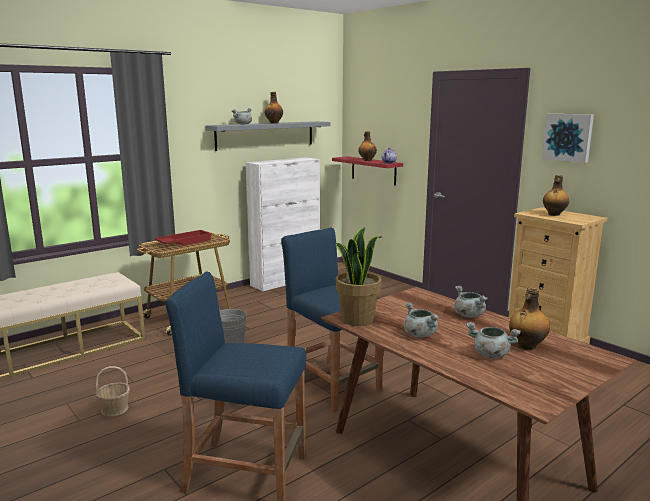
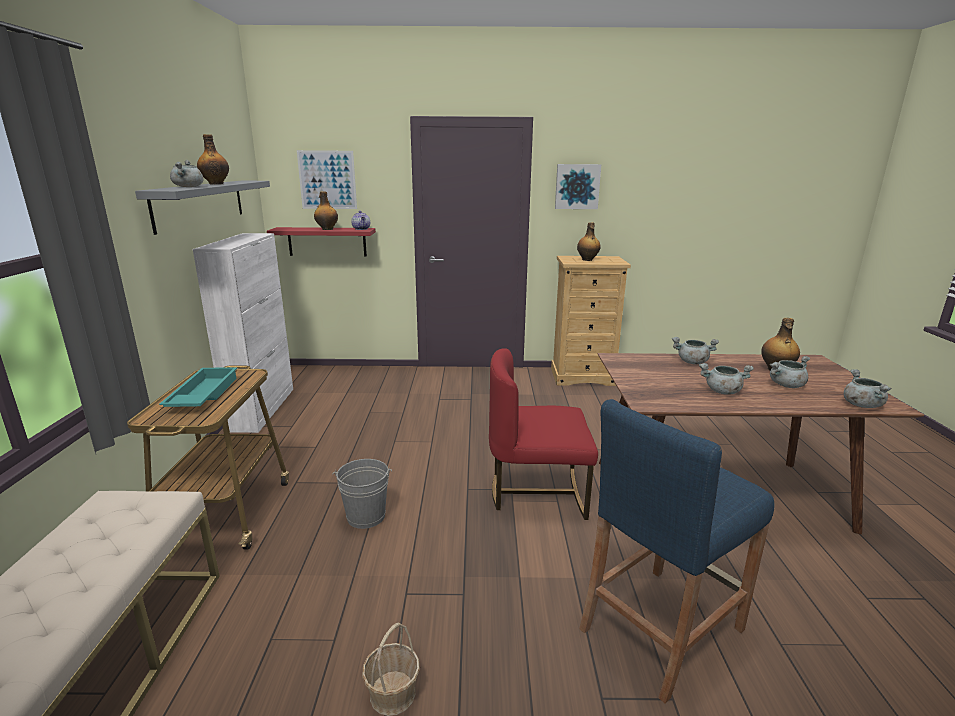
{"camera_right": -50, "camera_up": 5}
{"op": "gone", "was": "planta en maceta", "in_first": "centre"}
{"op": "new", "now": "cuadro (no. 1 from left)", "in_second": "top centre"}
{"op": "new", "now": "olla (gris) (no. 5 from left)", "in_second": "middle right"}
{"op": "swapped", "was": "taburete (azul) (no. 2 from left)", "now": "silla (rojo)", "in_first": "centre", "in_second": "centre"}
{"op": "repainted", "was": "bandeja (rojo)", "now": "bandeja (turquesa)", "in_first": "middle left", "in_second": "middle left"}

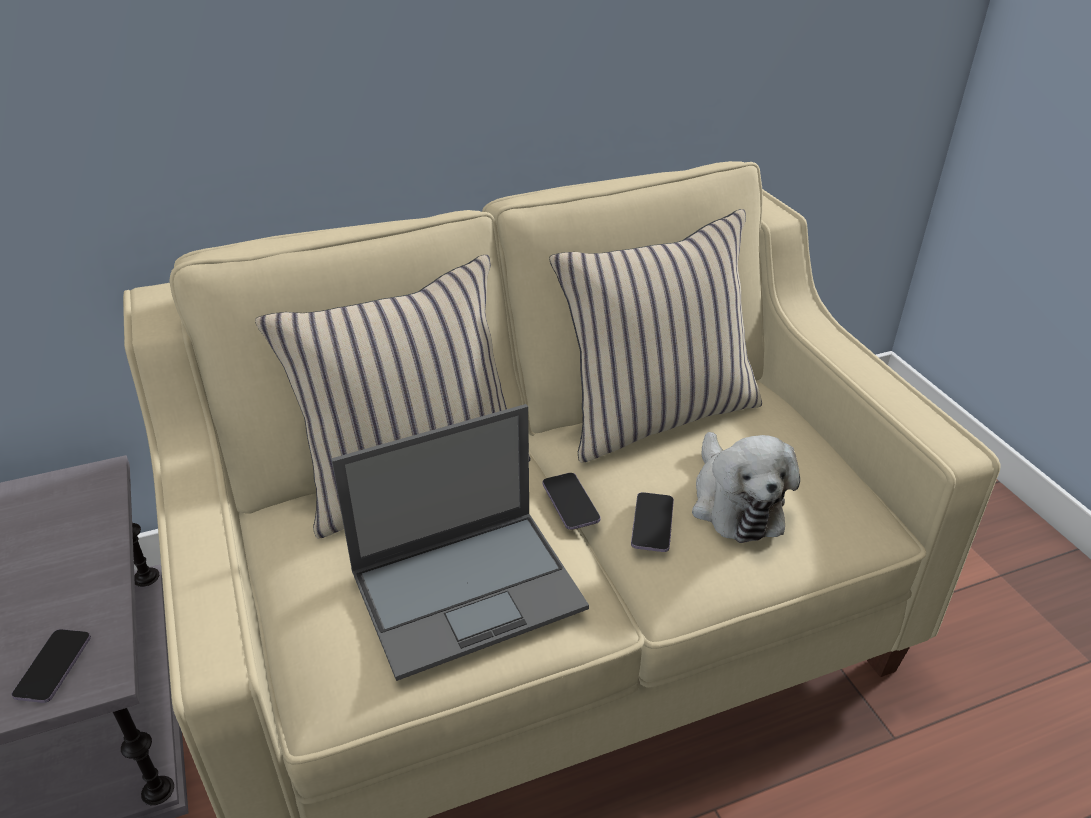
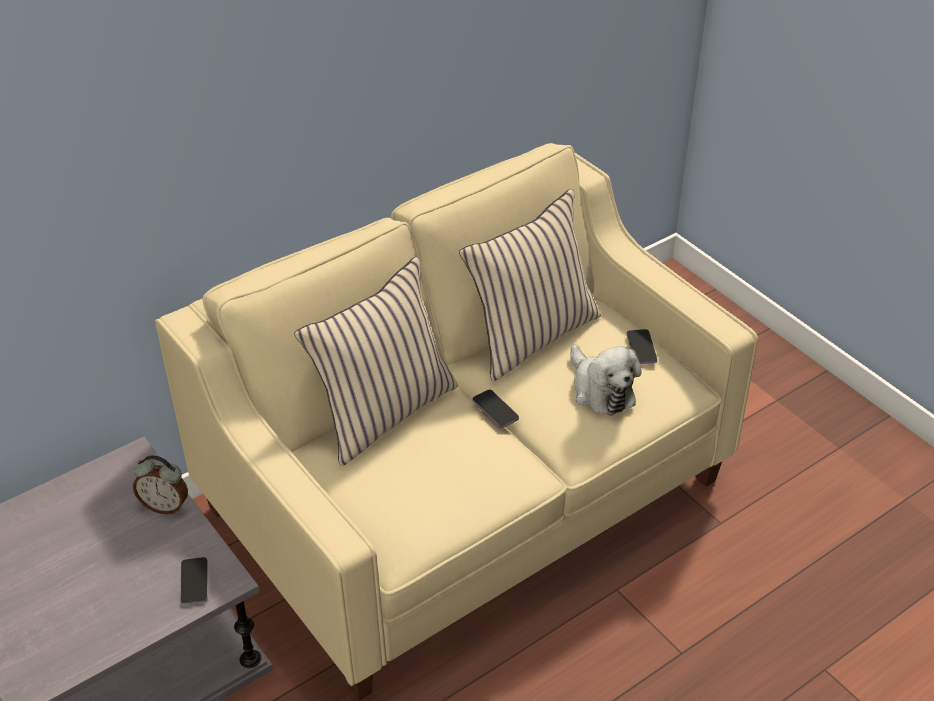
{"camera_right": -15, "camera_up": 5}
{"op": "gone", "was": "portátil", "in_first": "centre"}
{"op": "new", "now": "despertador", "in_second": "bottom left"}
{"op": "shifted", "was": "móvil (no. 3 from left)", "in_first": "centre", "in_second": "middle right"}

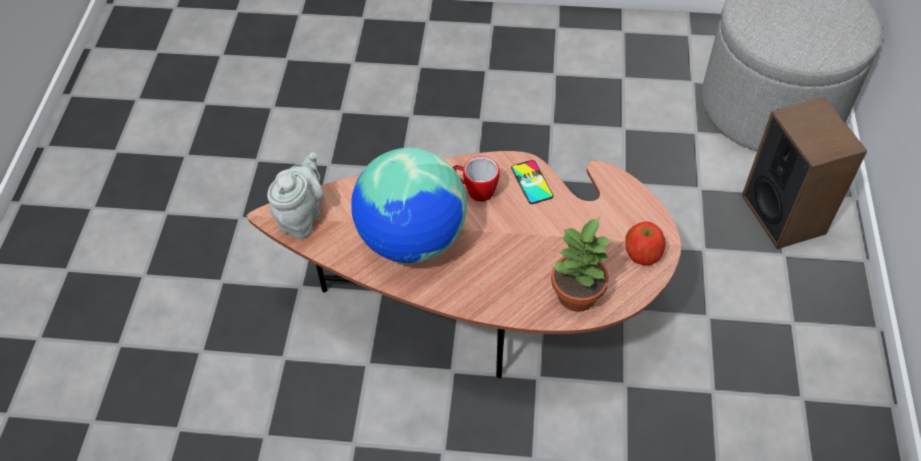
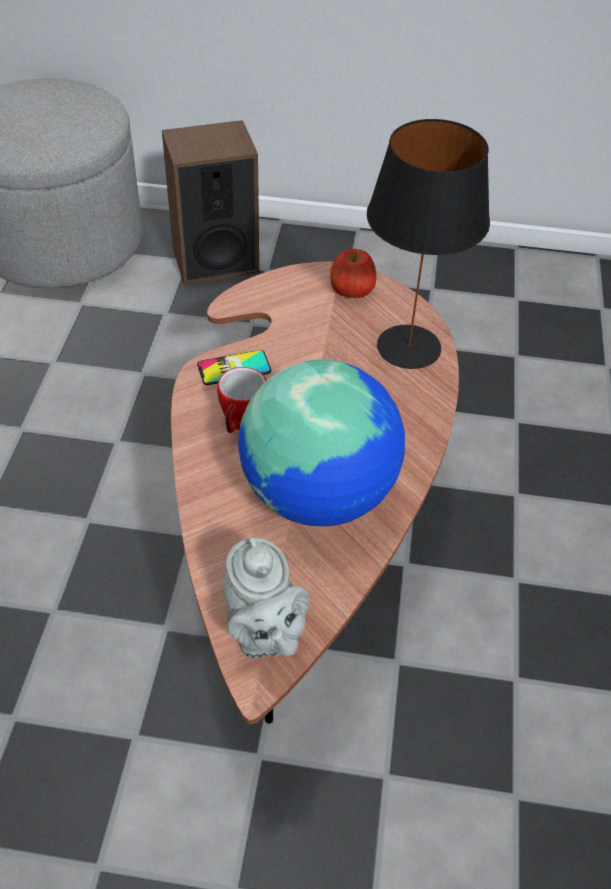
{"camera_right": -90, "camera_up": -5}
{"op": "swapped", "was": "planta en maceta", "now": "lámpara de mesa (negro)", "in_first": "centre", "in_second": "top right"}
{"op": "rotated", "was": "tetera (gris)", "in_first": "middle left", "in_second": "bottom centre", "clockwise": -135}

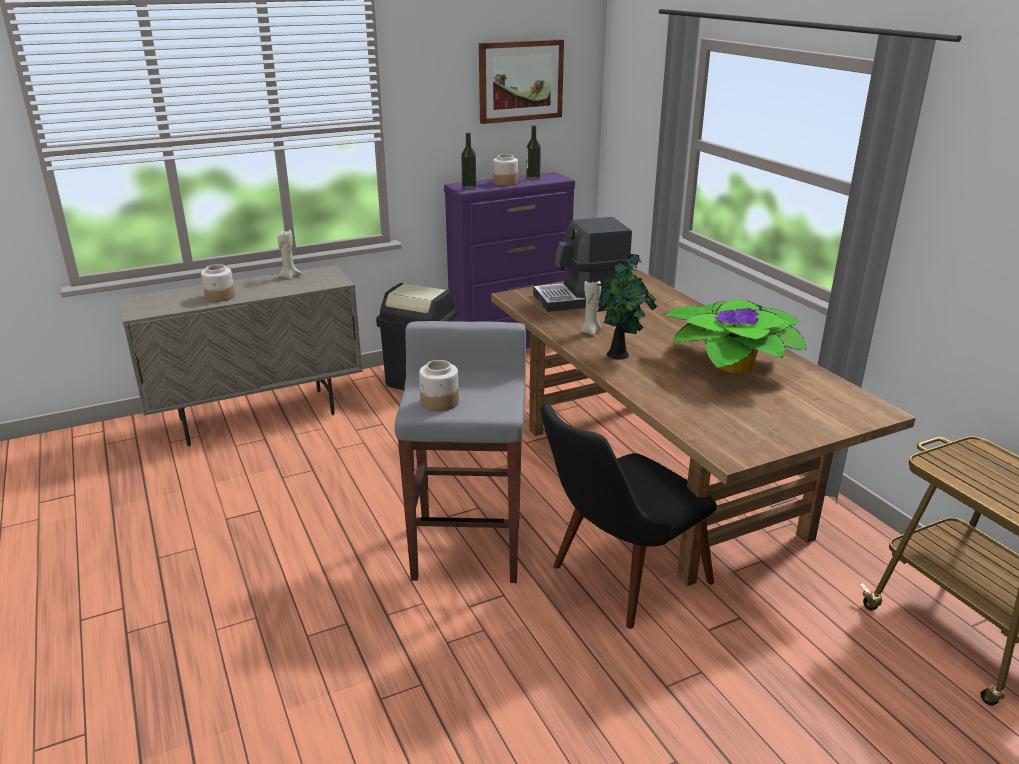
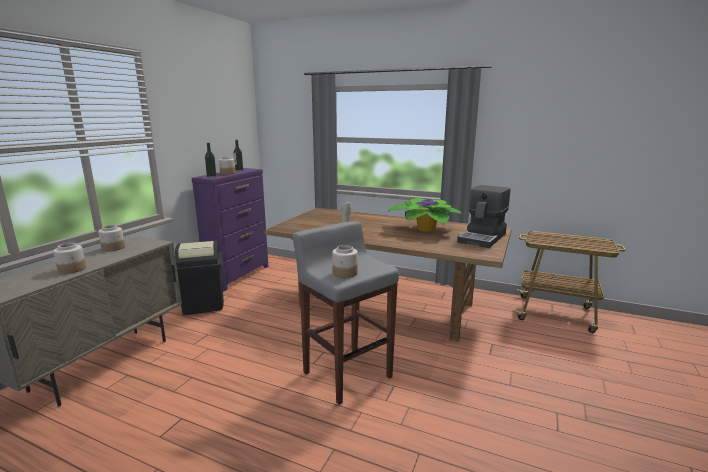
{"camera_right": -40, "camera_up": -10}
{"op": "gone", "was": "cuadro", "in_first": "top centre"}
{"op": "gone", "was": "silla (negro)", "in_first": "bottom centre"}
{"op": "gone", "was": "planta en maceta (no. 1 from left)", "in_first": "centre"}
{"op": "shifted", "was": "cafetera", "in_first": "centre", "in_second": "middle right"}
{"op": "swapped", "was": "vela (beis) (no. 1 from left)", "now": "tarro (no. 2 from left)", "in_first": "top left", "in_second": "middle left"}

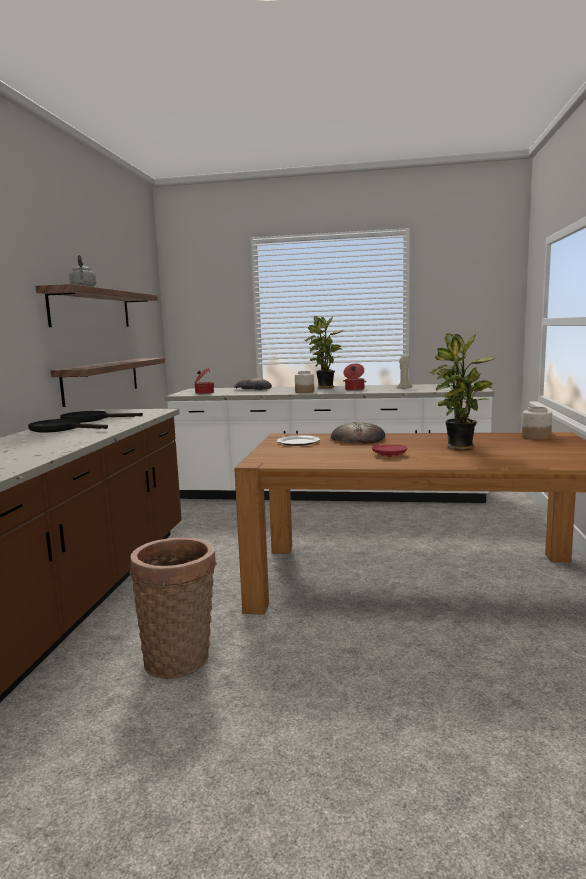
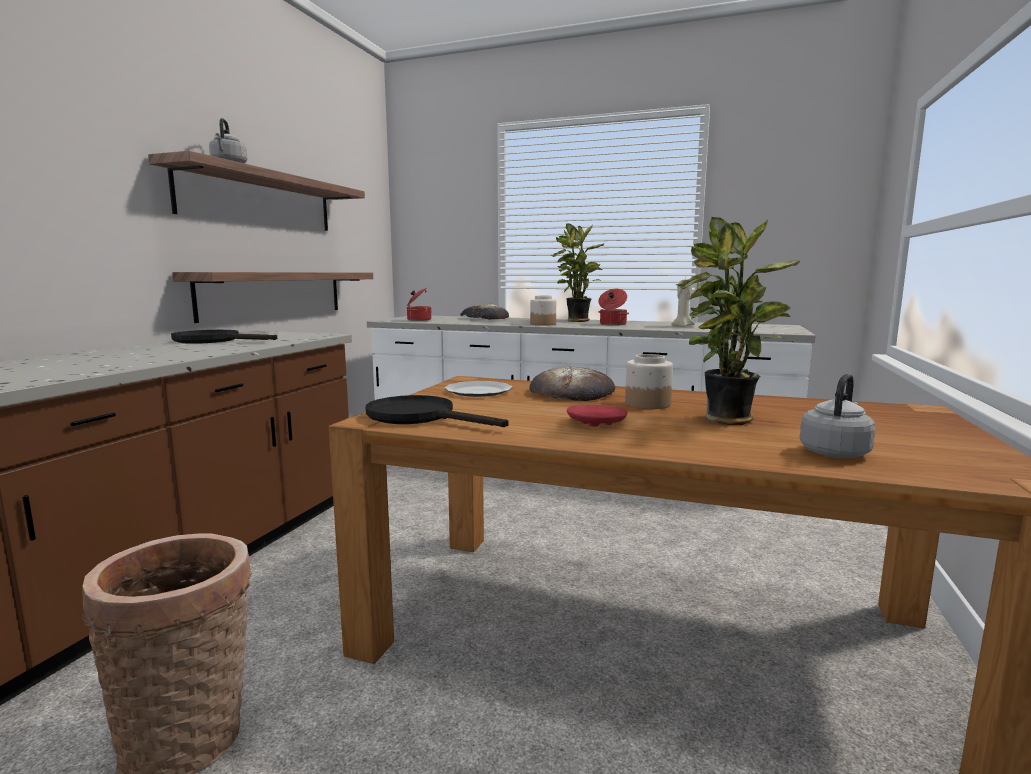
{"camera_right": 10, "camera_up": 0}
{"op": "new", "now": "hervidor (gris) (no. 2 from left)", "in_second": "middle right"}
{"op": "shifted", "was": "sartén (negro) (no. 1 from left in the first image)", "now": "sartén (negro) (no. 2 from left)", "in_first": "middle left", "in_second": "centre"}
{"op": "shifted", "was": "tarro (no. 2 from left)", "in_first": "middle right", "in_second": "centre"}

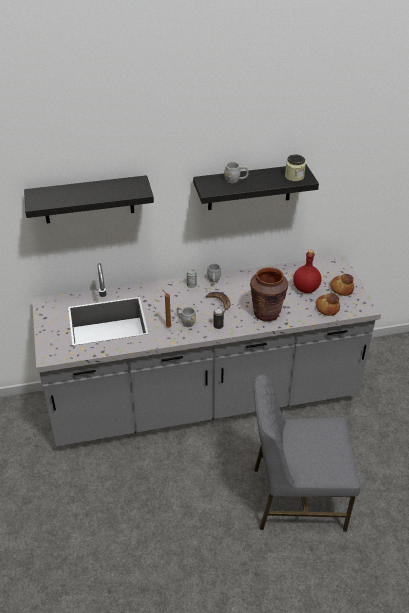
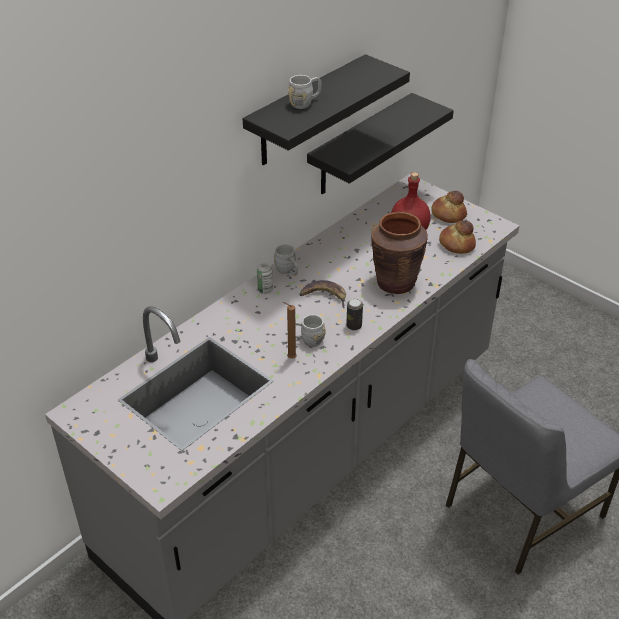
{"camera_right": -35, "camera_up": 0}
{"op": "gone", "was": "tarro", "in_first": "top right"}
{"op": "shifted", "was": "estante (negro) (no. 1 from left in the first image)", "now": "estante (negro) (no. 2 from left)", "in_first": "top left", "in_second": "top centre"}

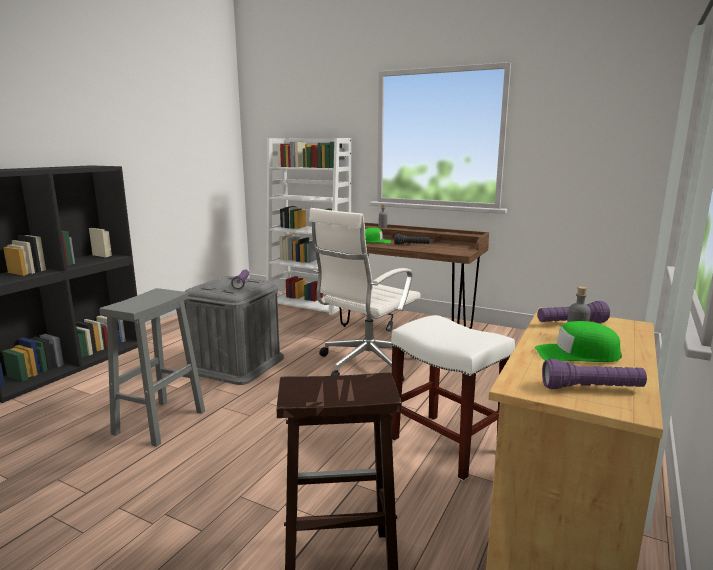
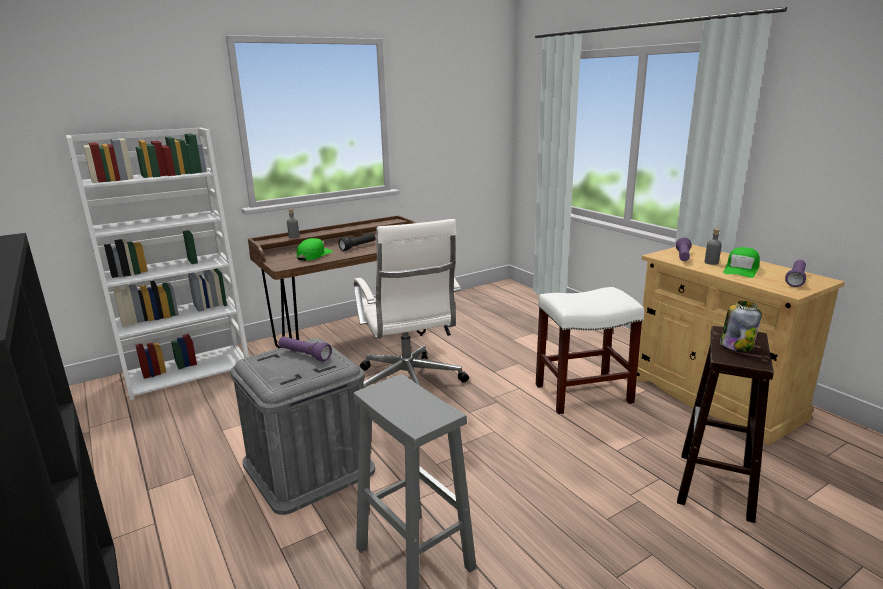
{"camera_right": -60, "camera_up": 5}
{"op": "new", "now": "tarro", "in_second": "middle right"}

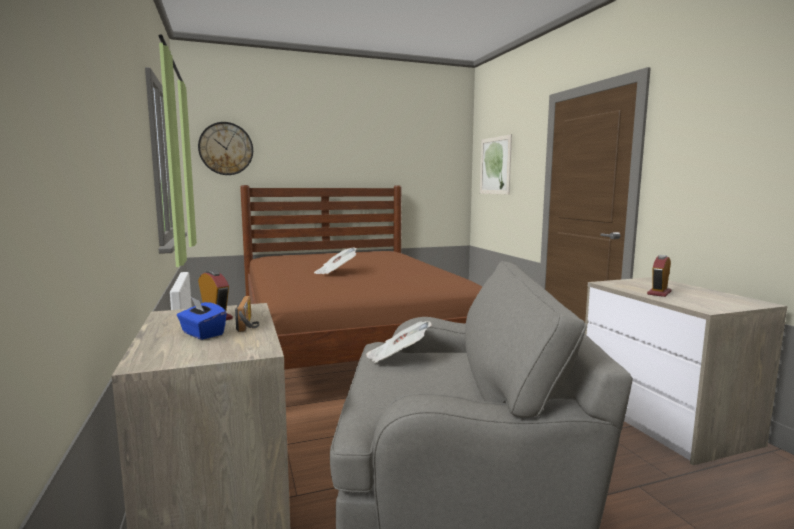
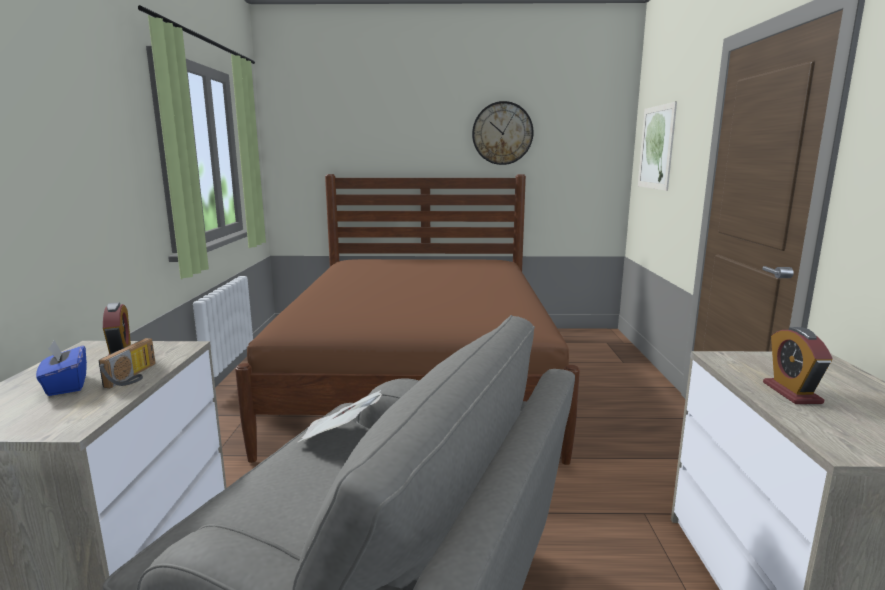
{"camera_right": 20, "camera_up": 5}
{"op": "gone", "was": "periódico (no. 1 from left)", "in_first": "centre"}
{"op": "shifted", "was": "reloj de pared", "in_first": "top left", "in_second": "top centre"}
{"op": "rotated", "was": "despertador (no. 2 from left)", "in_first": "middle right", "in_second": "middle right", "clockwise": -60}

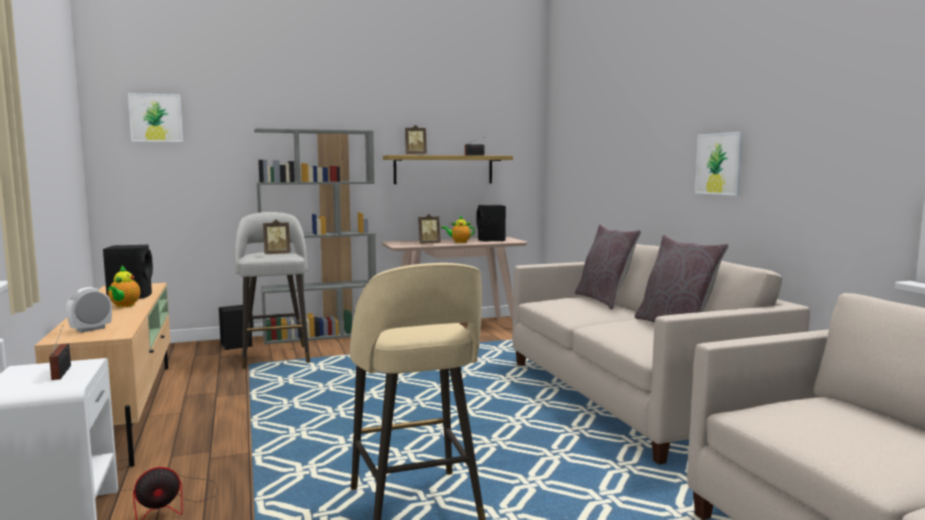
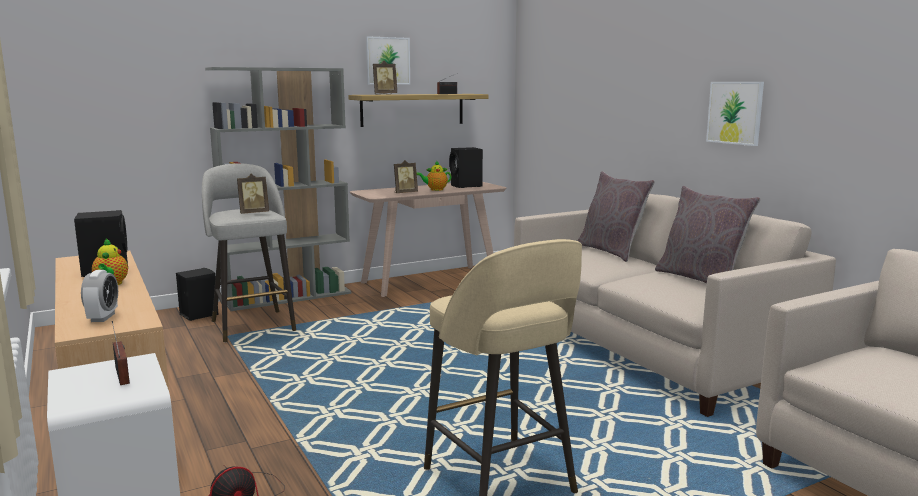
{"camera_right": -10, "camera_up": 5}
{"op": "shifted", "was": "cuadro (no. 1 from left)", "in_first": "top left", "in_second": "top centre"}
{"op": "rotated", "was": "despertador", "in_first": "middle left", "in_second": "middle left", "clockwise": 150}

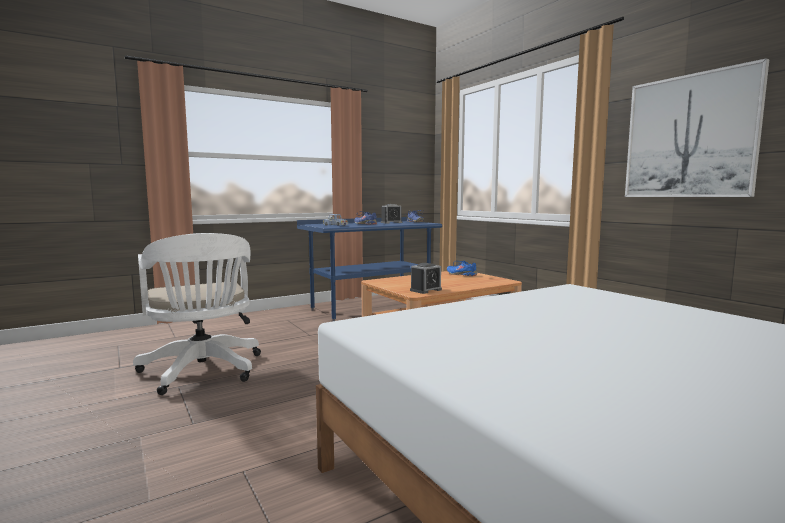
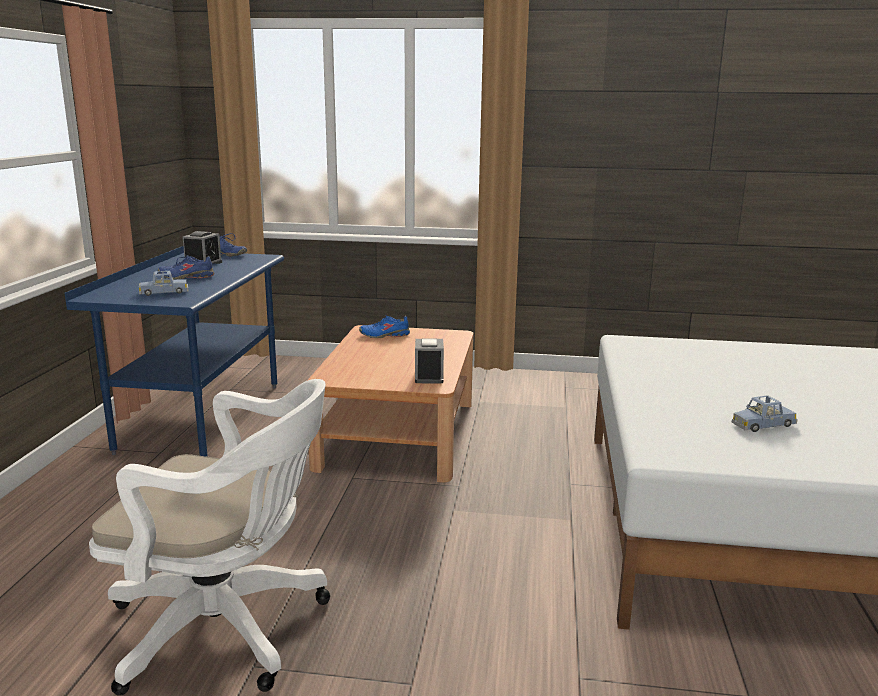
{"camera_right": -50, "camera_up": 10}
{"op": "gone", "was": "cuadro", "in_first": "top right"}
{"op": "new", "now": "coche de juguete (azul) (no. 2 from left)", "in_second": "middle right"}

